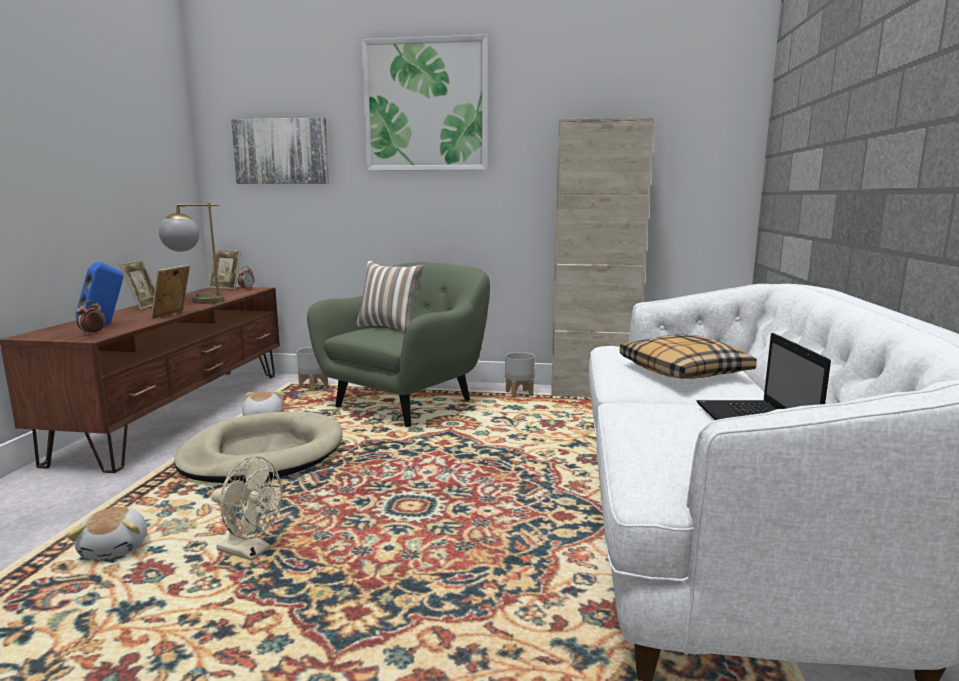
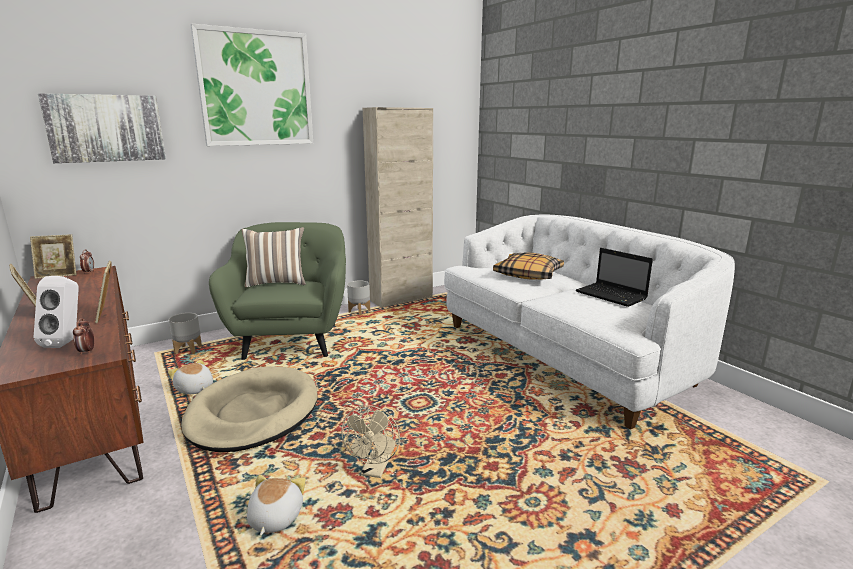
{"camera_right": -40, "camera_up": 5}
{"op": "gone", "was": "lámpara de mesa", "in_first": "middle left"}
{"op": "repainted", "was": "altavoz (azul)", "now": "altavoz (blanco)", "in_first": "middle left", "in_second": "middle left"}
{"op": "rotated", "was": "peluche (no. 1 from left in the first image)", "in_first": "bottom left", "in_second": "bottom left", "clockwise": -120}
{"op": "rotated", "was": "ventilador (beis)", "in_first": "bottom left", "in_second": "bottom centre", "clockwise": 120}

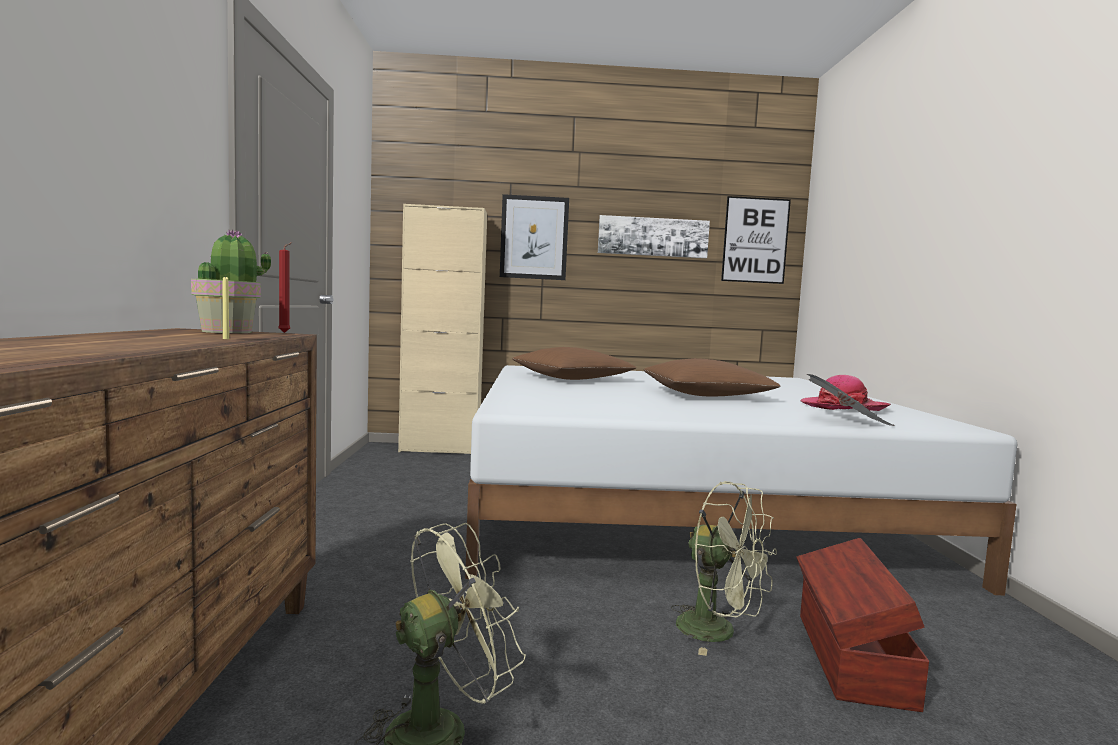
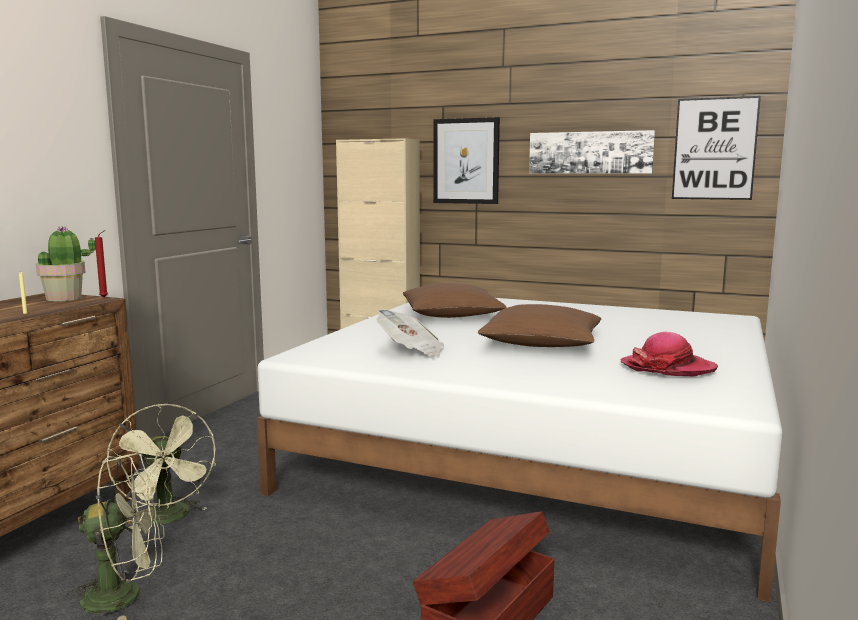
{"camera_right": 25, "camera_up": 5}
{"op": "shifted", "was": "ventilador (verde) (no. 2 from left)", "in_first": "bottom centre", "in_second": "bottom left"}
{"op": "shifted", "was": "periódico", "in_first": "middle right", "in_second": "centre"}

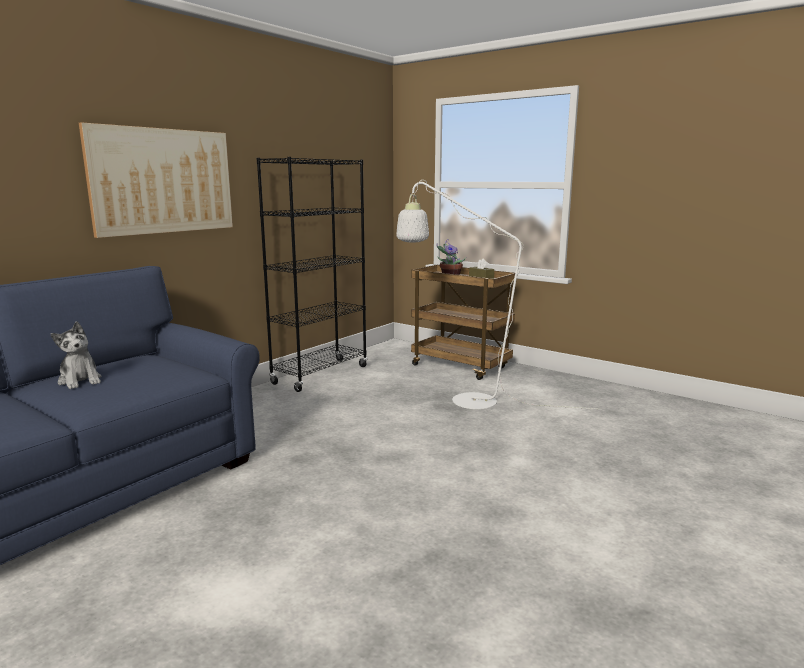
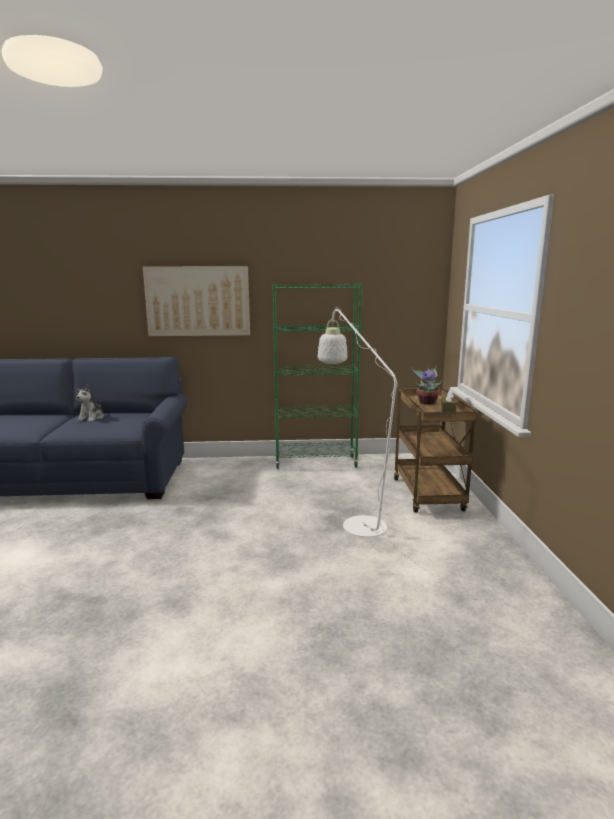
{"camera_right": 50, "camera_up": 0}
{"op": "repainted", "was": "estantería (negro)", "now": "estantería (verde)", "in_first": "centre", "in_second": "centre"}

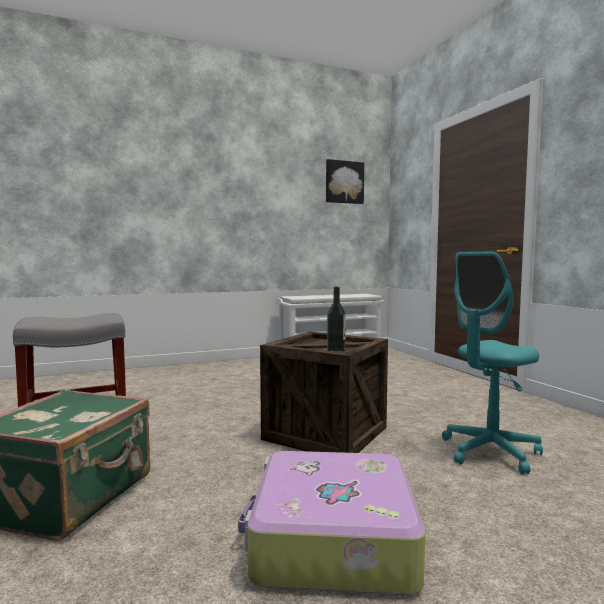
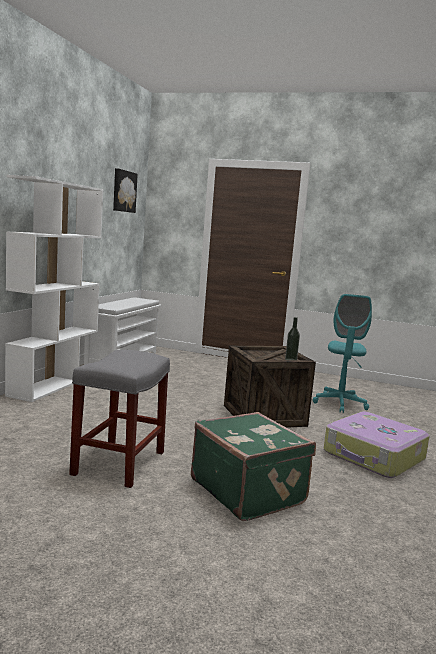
{"camera_right": -50, "camera_up": 5}
{"op": "new", "now": "estantería (blanco)", "in_second": "middle left"}

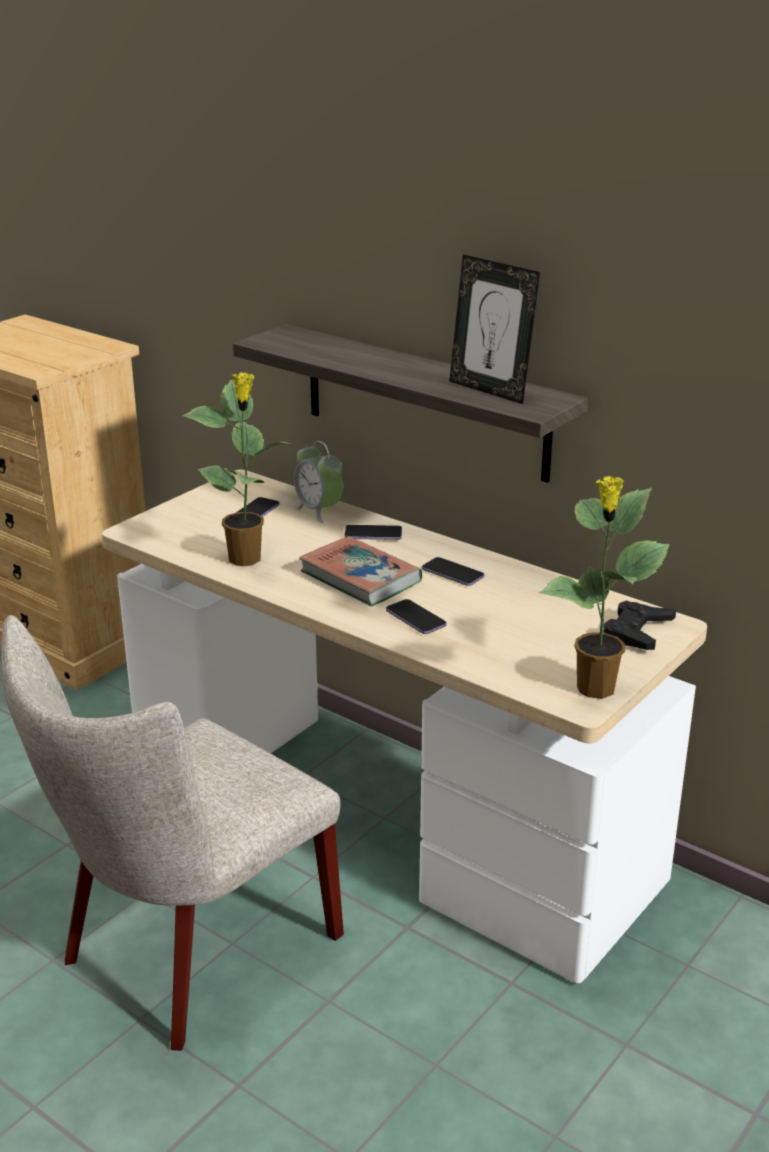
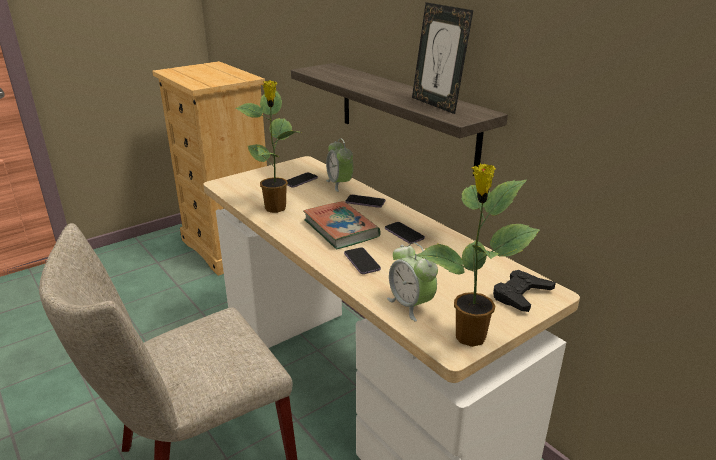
{"camera_right": 15, "camera_up": 0}
{"op": "new", "now": "despertador (no. 2 from left)", "in_second": "centre"}

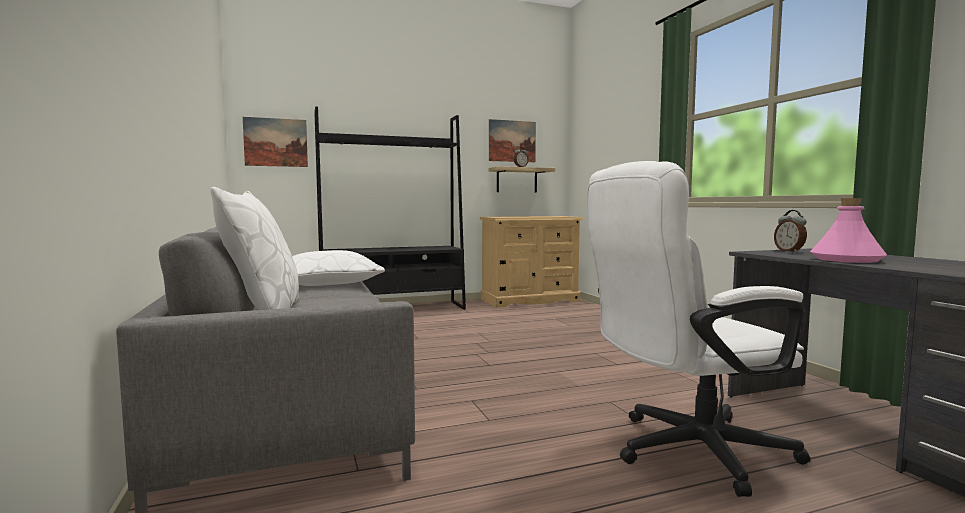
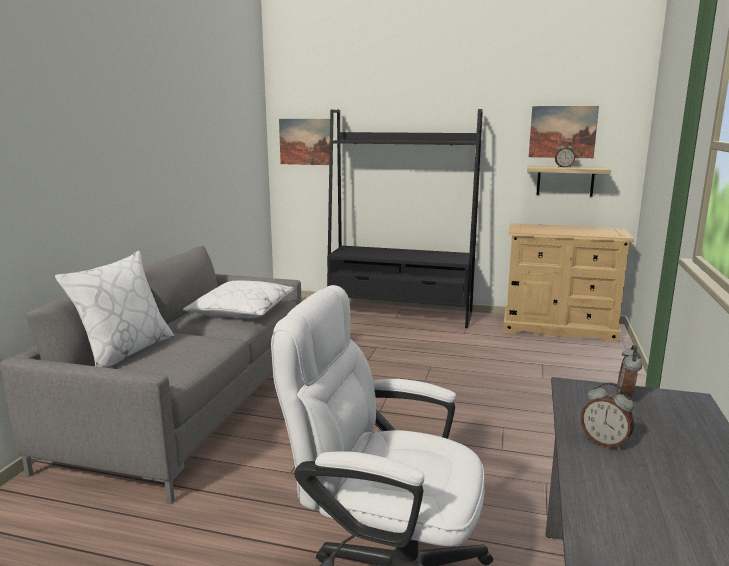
{"camera_right": 35, "camera_up": 10}
{"op": "swapped", "was": "botella (rosa)", "now": "despertador (no. 2 from left)", "in_first": "middle right", "in_second": "bottom right"}

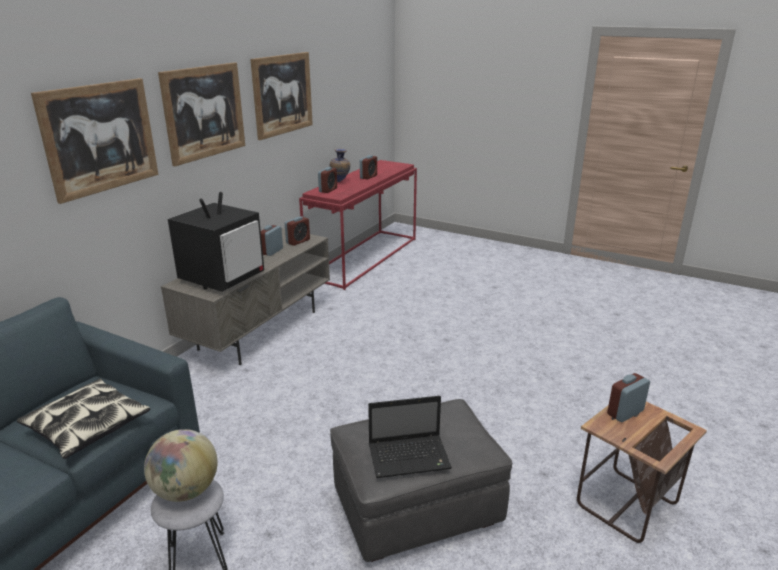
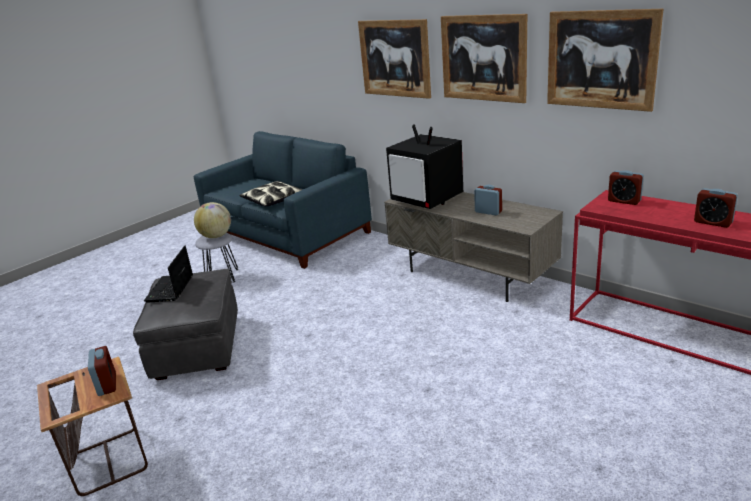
{"camera_right": 105, "camera_up": 0}
{"op": "gone", "was": "despertador (no. 2 from left)", "in_first": "centre"}
{"op": "gone", "was": "florero", "in_first": "top centre"}

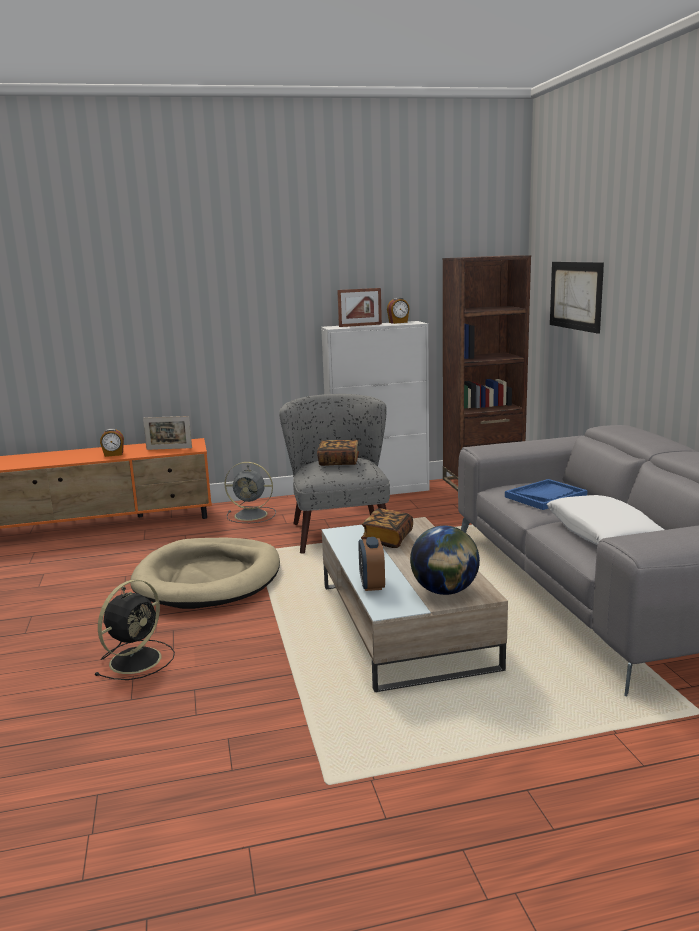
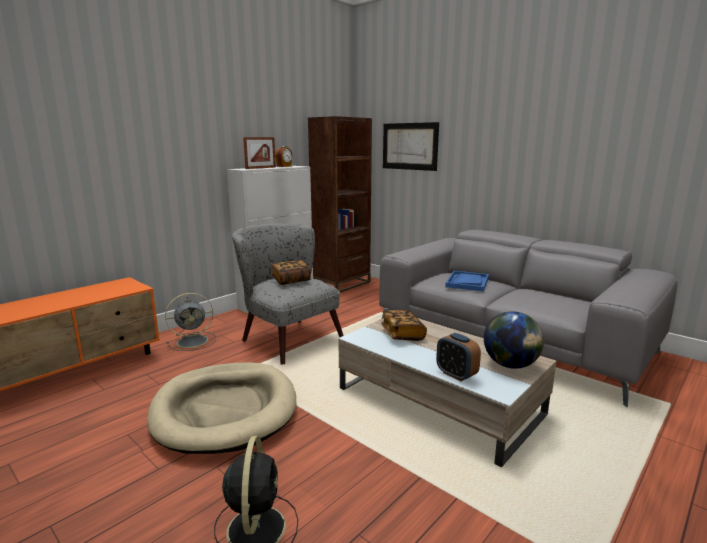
{"camera_right": -35, "camera_up": 0}
{"op": "gone", "was": "despertador (no. 1 from left)", "in_first": "middle left"}
{"op": "gone", "was": "portarretratos (no. 1 from left)", "in_first": "middle left"}
{"op": "gone", "was": "cojín (blanco)", "in_first": "middle right"}

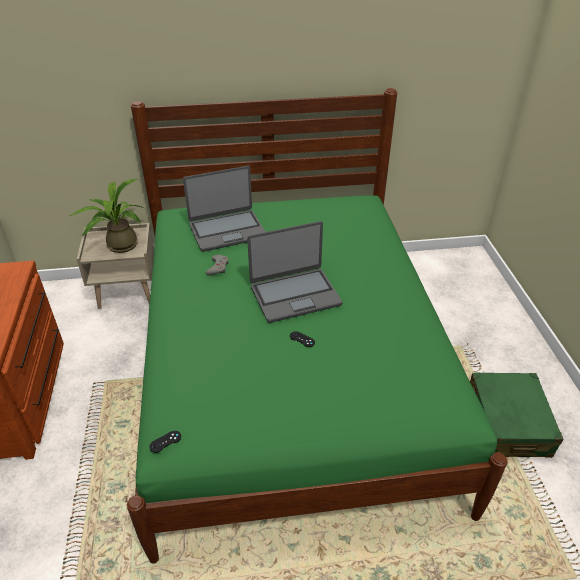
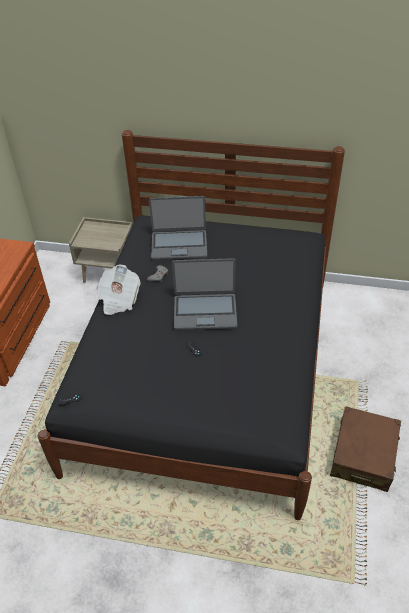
{"camera_right": 20, "camera_up": 5}
{"op": "gone", "was": "planta en maceta", "in_first": "middle left"}
{"op": "new", "now": "periódico", "in_second": "middle left"}
{"op": "repainted", "was": "cama (verde)", "now": "cama (negro)", "in_first": "centre", "in_second": "centre"}
{"op": "repainted", "was": "maleta (verde)", "now": "maleta (marrón)", "in_first": "bottom right", "in_second": "bottom right"}

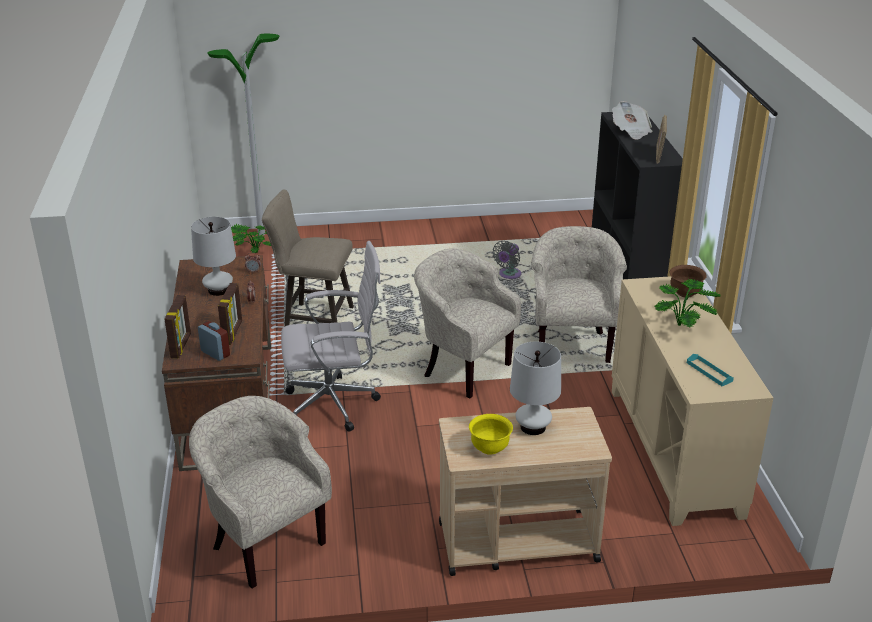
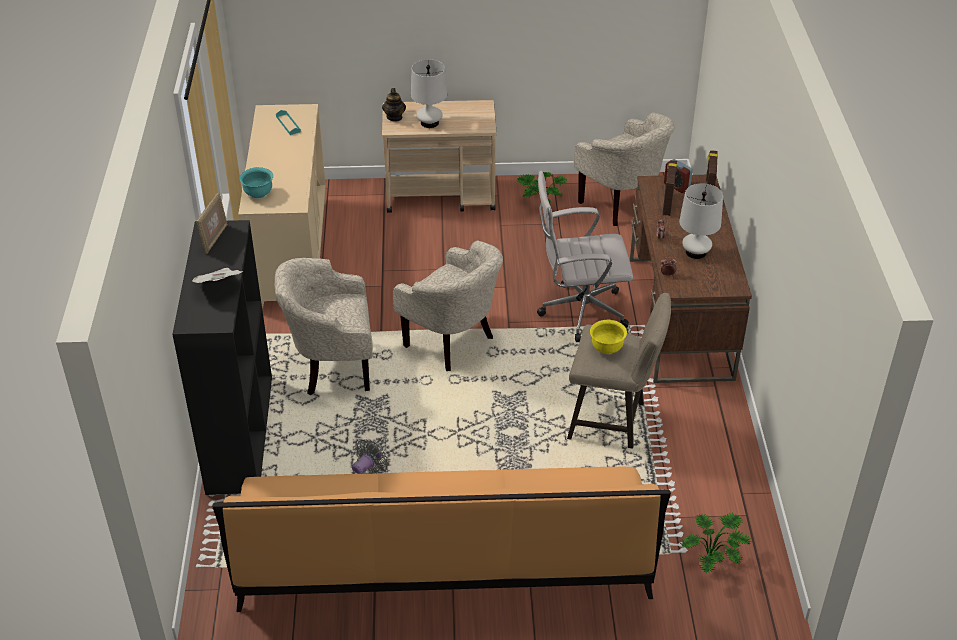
{"camera_right": -175, "camera_up": 10}
{"op": "gone", "was": "lámpara de pie", "in_first": "top left"}
{"op": "new", "now": "sofá (naranja)", "in_second": "bottom centre"}
{"op": "new", "now": "tetera", "in_second": "top centre"}
{"op": "shifted", "was": "cuenco (amarillo)", "in_first": "bottom centre", "in_second": "centre"}
{"op": "shifted", "was": "planta en maceta (no. 2 from left in the first image)", "now": "planta en maceta (no. 1 from left)", "in_first": "middle right", "in_second": "top centre"}
{"op": "repainted", "was": "cuenco (marrón)", "now": "cuenco (turquesa)", "in_first": "middle right", "in_second": "top left"}
{"op": "rotated", "was": "sillón (beis) (no. 3 from left in the first image)", "in_first": "centre", "in_second": "centre", "clockwise": 75}

